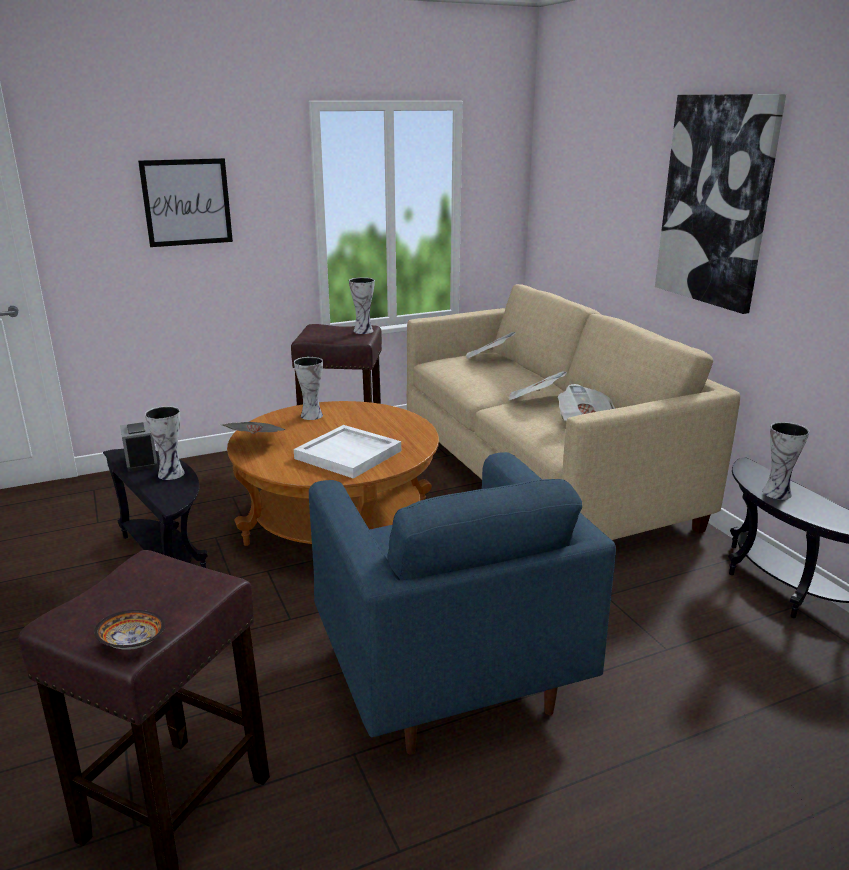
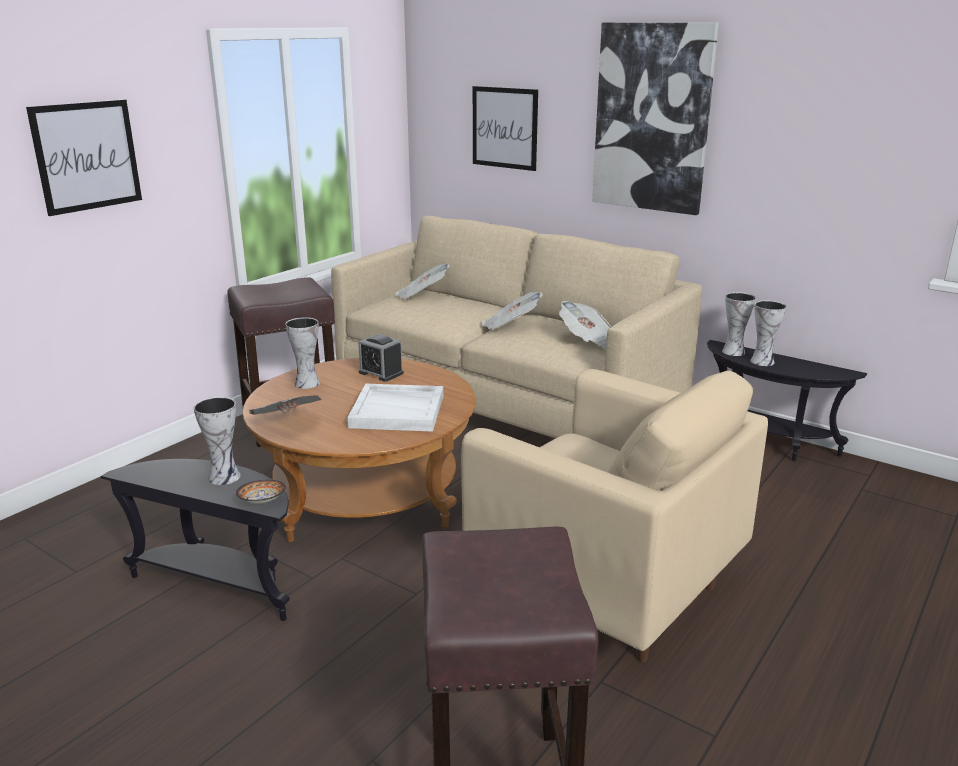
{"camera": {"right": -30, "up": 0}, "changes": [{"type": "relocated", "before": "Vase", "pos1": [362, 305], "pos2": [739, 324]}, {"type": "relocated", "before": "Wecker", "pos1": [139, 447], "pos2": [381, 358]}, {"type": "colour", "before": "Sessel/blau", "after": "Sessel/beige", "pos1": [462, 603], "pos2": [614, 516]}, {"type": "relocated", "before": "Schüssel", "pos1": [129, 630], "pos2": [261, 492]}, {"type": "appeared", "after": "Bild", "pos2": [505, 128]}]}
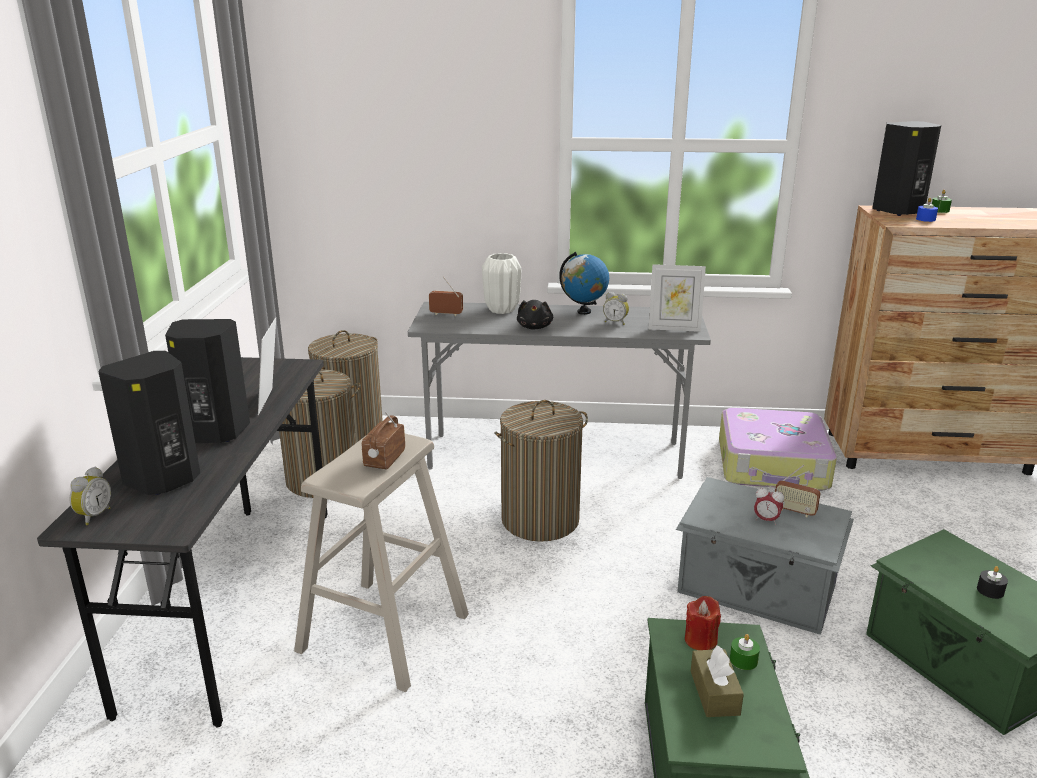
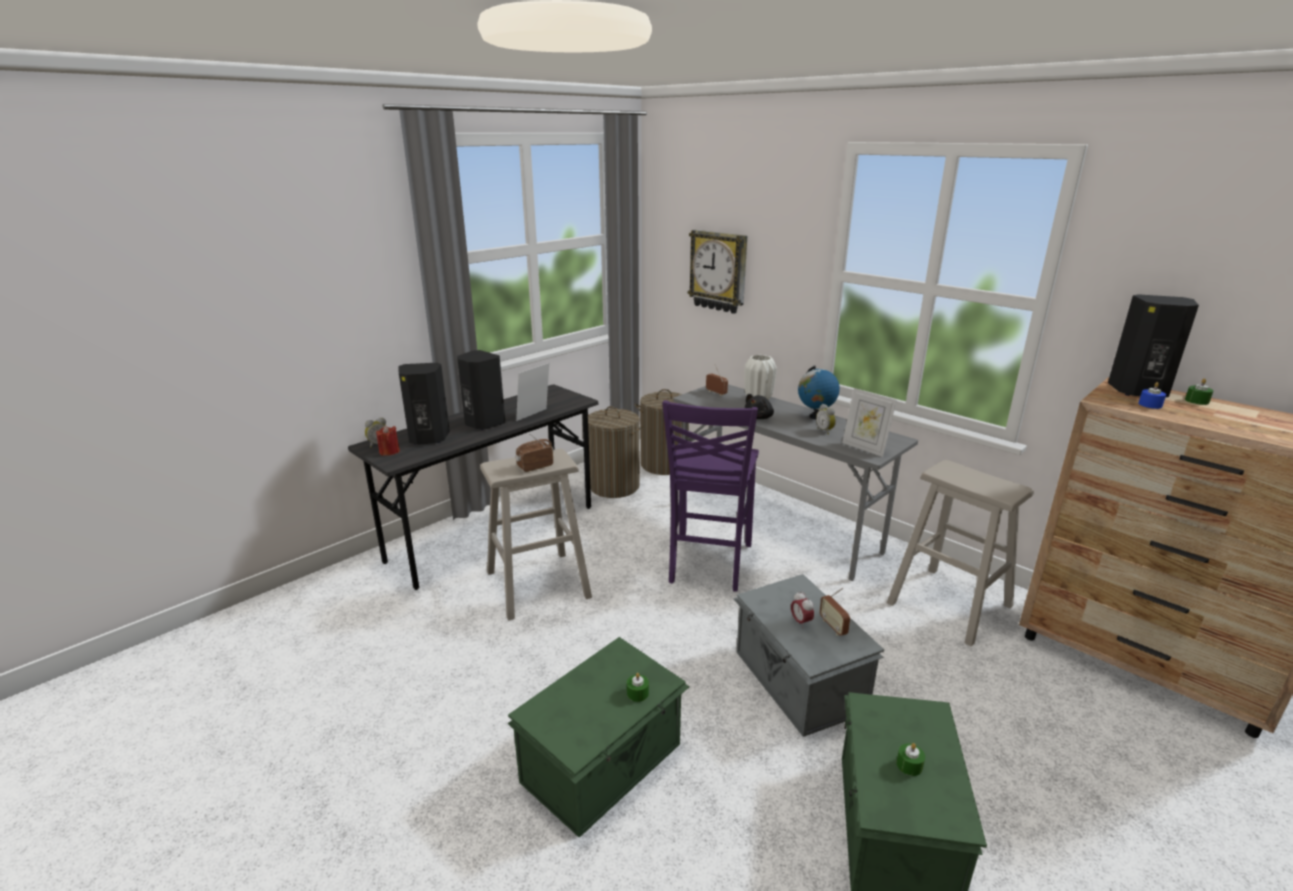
{"camera": {"right": 40, "up": 0}, "changes": [{"type": "exchanged", "before": "Wäschekorb", "after": "Stuhl/lila", "pos1": [541, 471], "pos2": [710, 496]}, {"type": "exchanged", "before": "Koffer", "after": "Hocker/beige", "pos1": [778, 449], "pos2": [960, 553]}, {"type": "colour", "before": "Kerze/schwarz", "after": "Kerze/grün", "pos1": [992, 582], "pos2": [910, 759]}, {"type": "relocated", "before": "Kerze/rot", "pos1": [703, 623], "pos2": [388, 440]}, {"type": "missing", "before": "Taschentuchbox/braun", "pos1": [717, 681]}, {"type": "appeared", "after": "Wanduhr", "pos2": [717, 272]}]}
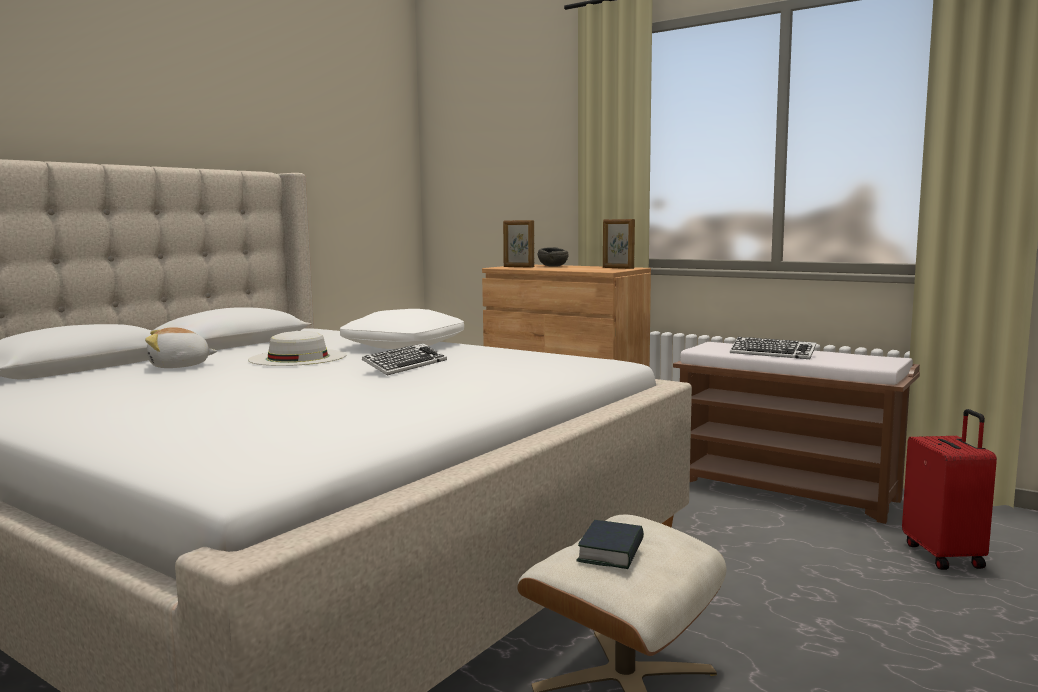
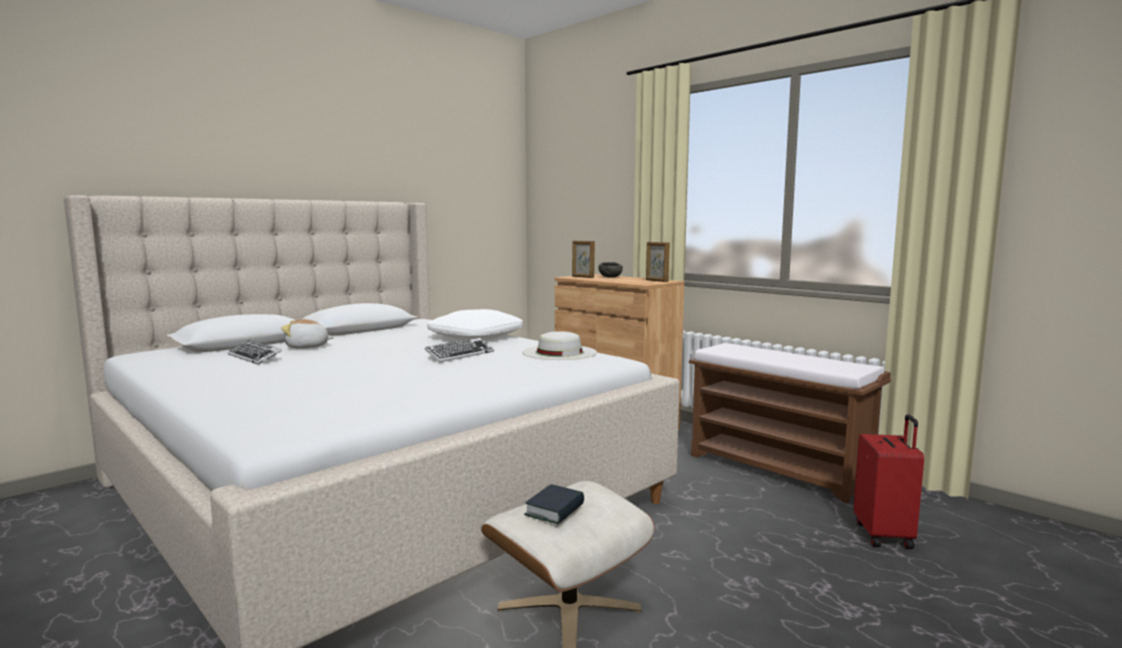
{"camera": {"right": 10, "up": 0}, "changes": [{"type": "relocated", "before": "Hut/weiß", "pos1": [297, 348], "pos2": [560, 345]}, {"type": "relocated", "before": "Tastatur", "pos1": [773, 348], "pos2": [255, 352]}]}
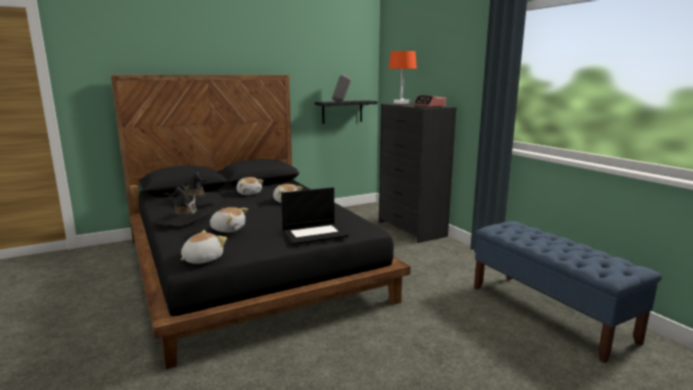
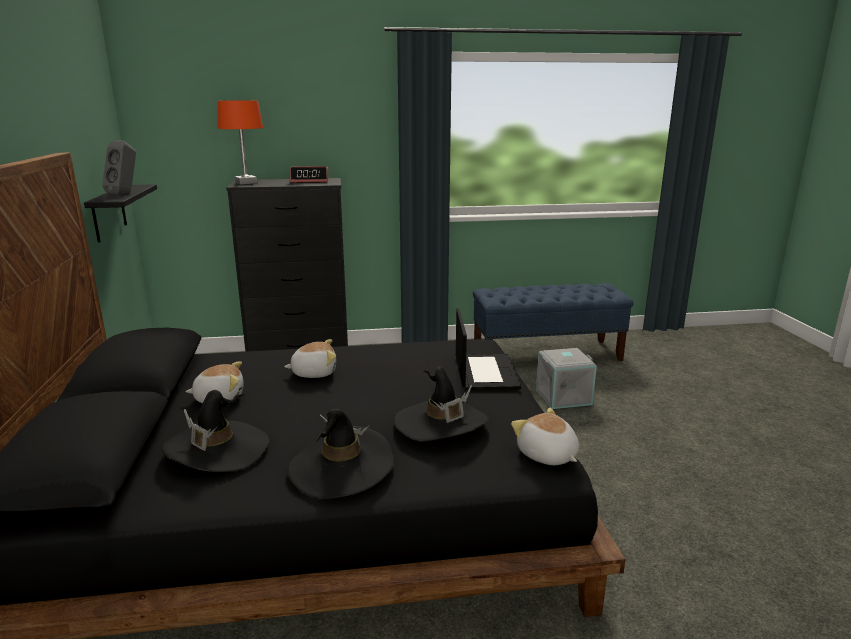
{"camera": {"right": -70, "up": 5}, "changes": [{"type": "exchanged", "before": "Plüschtier", "after": "Hut/schwarz", "pos1": [228, 220], "pos2": [441, 404]}, {"type": "appeared", "after": "Aufbewahrungsbox/grau", "pos2": [566, 378]}]}
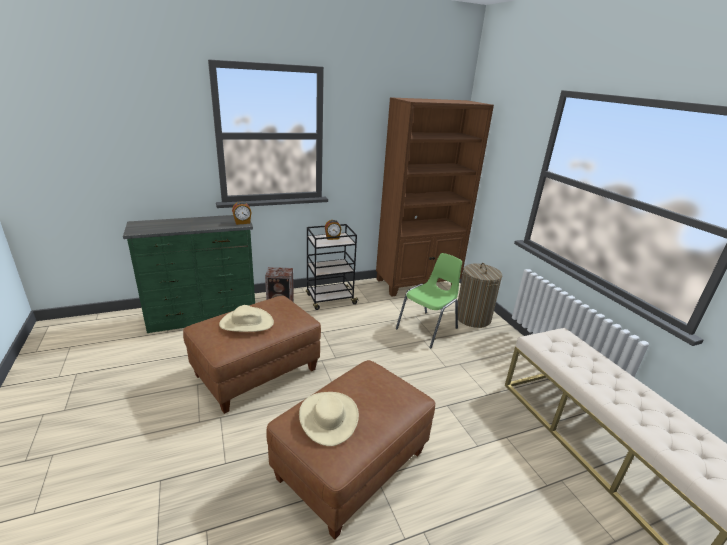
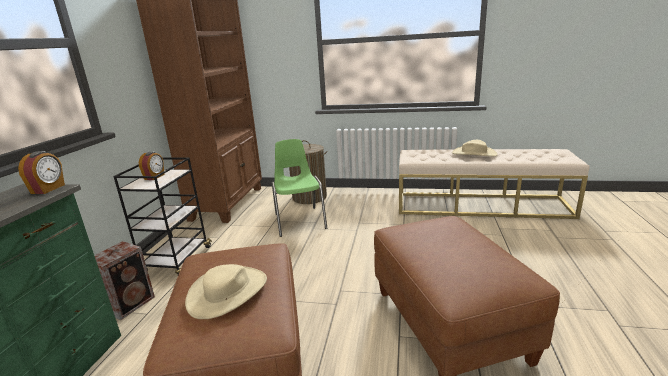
{"camera": {"right": -55, "up": -5}, "changes": [{"type": "relocated", "before": "Hut/beige", "pos1": [329, 419], "pos2": [475, 148]}]}
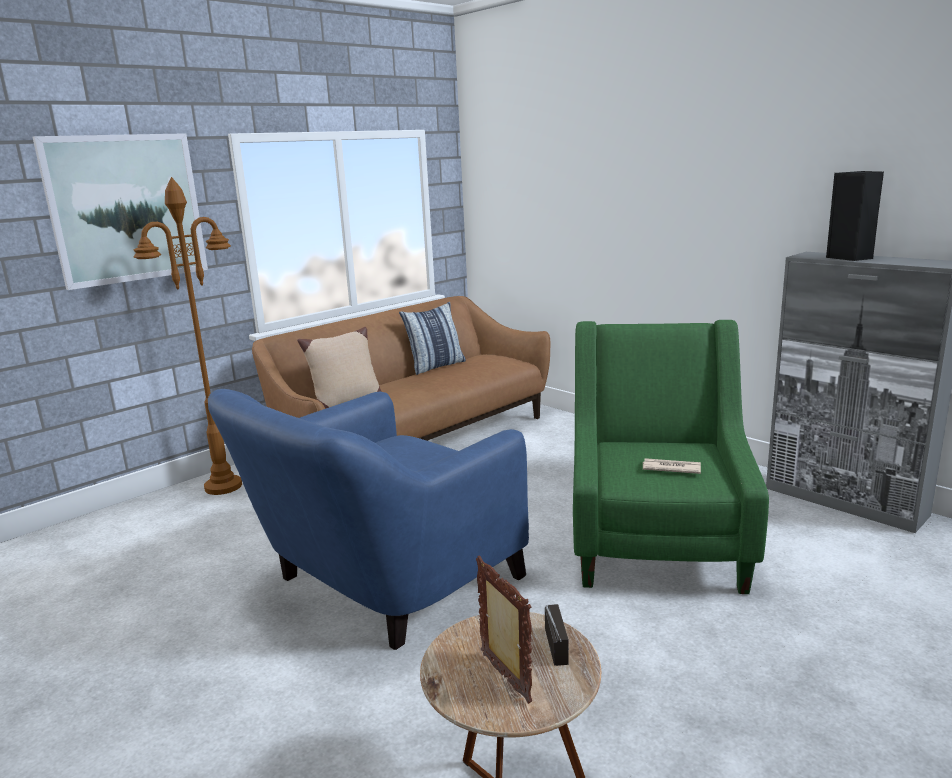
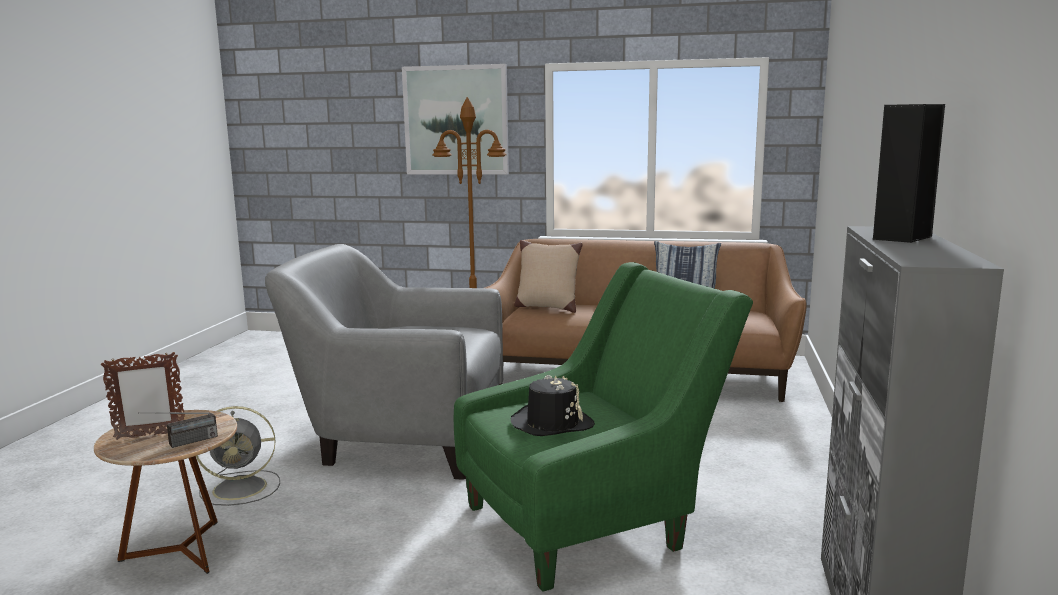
{"camera": {"right": 55, "up": -5}, "changes": [{"type": "colour", "before": "Sessel/blau", "after": "Sessel/grau", "pos1": [368, 519], "pos2": [384, 361]}, {"type": "exchanged", "before": "Zeitung", "after": "Hut/schwarz", "pos1": [672, 466], "pos2": [553, 405]}, {"type": "spun", "before": "Bilderrahmen", "pos1": [504, 629], "pos2": [143, 396], "turn": 45}, {"type": "appeared", "after": "Ventilator/grau", "pos2": [238, 456]}]}
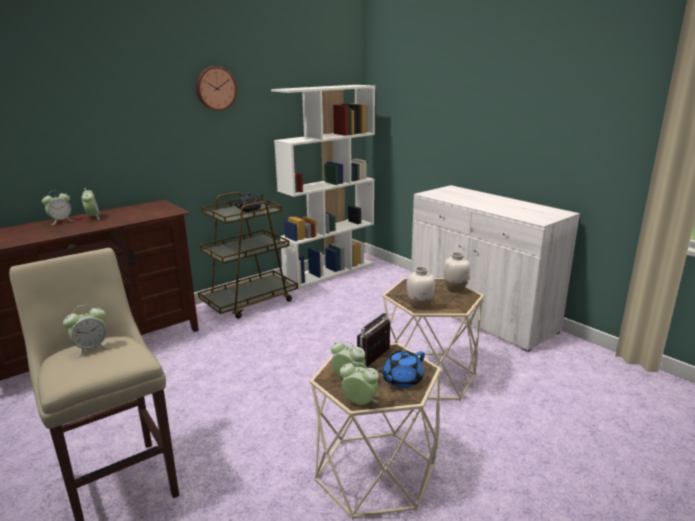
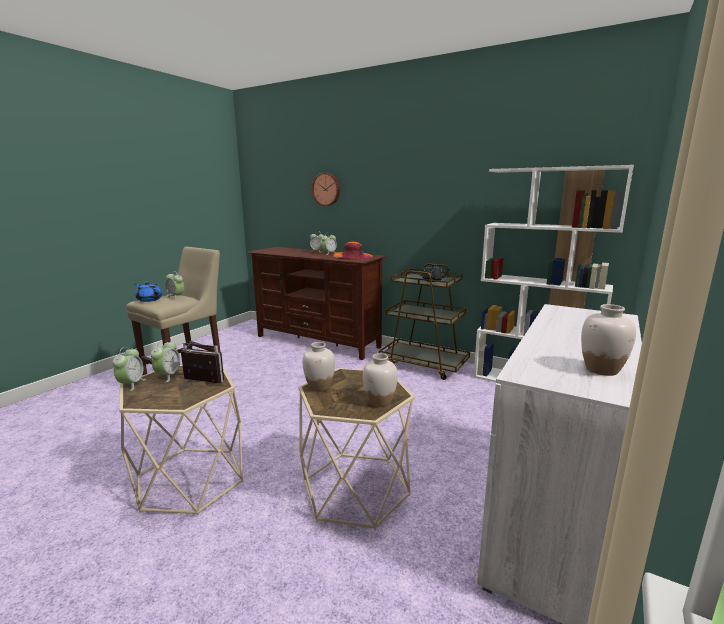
{"camera": {"right": 70, "up": -5}, "changes": [{"type": "relocated", "before": "Wanduhr", "pos1": [216, 88], "pos2": [326, 189]}, {"type": "relocated", "before": "Teekanne/blau", "pos1": [402, 369], "pos2": [148, 292]}, {"type": "appeared", "after": "Hut/orange", "pos2": [353, 251]}, {"type": "appeared", "after": "Vase/weiß", "pos2": [608, 340]}]}
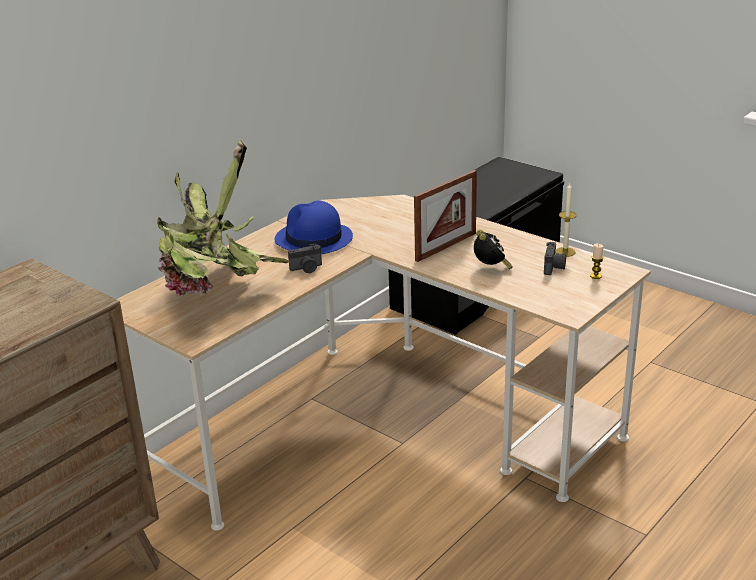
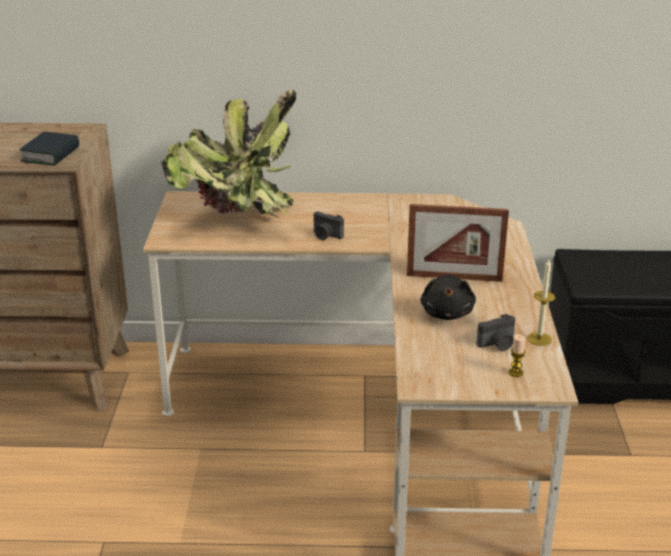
{"camera": {"right": 50, "up": 0}, "changes": [{"type": "missing", "before": "Hut/blau", "pos1": [314, 227]}, {"type": "exchanged", "before": "Wecker", "after": "Plüschtier/schwarz", "pos1": [493, 250], "pos2": [448, 297]}, {"type": "appeared", "after": "Buch", "pos2": [49, 148]}]}
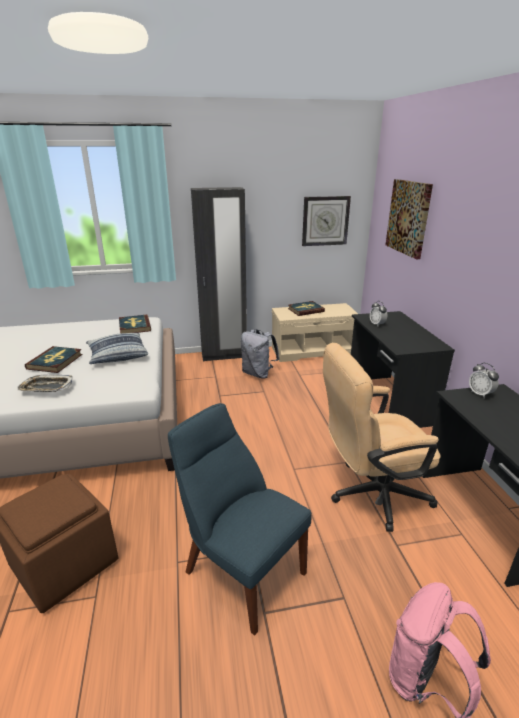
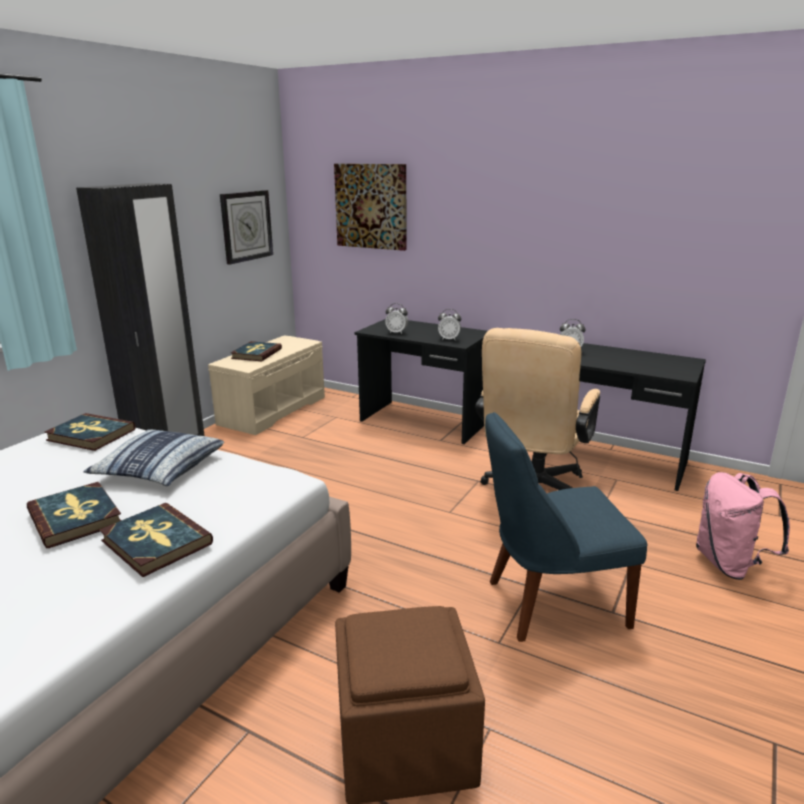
{"camera": {"right": -50, "up": -5}, "changes": [{"type": "missing", "before": "Rucksack/grau", "pos1": [260, 354]}, {"type": "exchanged", "before": "Tablett", "after": "Buch", "pos1": [45, 383], "pos2": [156, 540]}, {"type": "appeared", "after": "Wecker", "pos2": [449, 325]}]}
